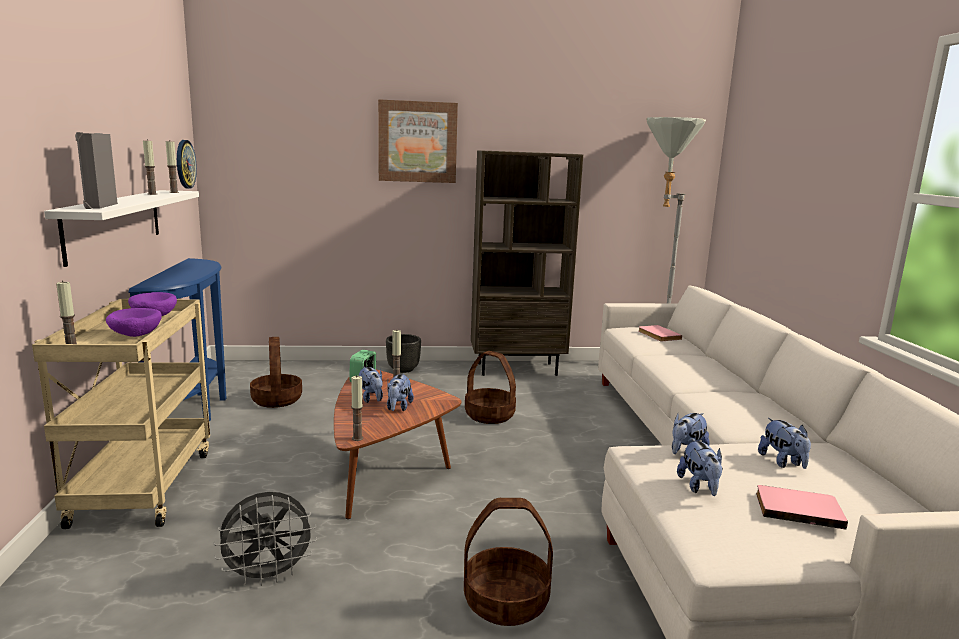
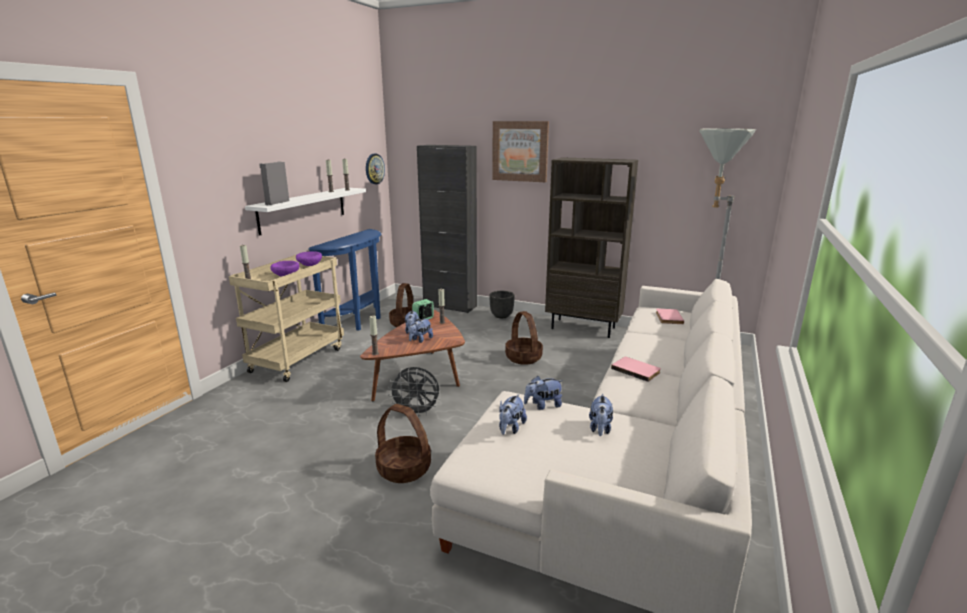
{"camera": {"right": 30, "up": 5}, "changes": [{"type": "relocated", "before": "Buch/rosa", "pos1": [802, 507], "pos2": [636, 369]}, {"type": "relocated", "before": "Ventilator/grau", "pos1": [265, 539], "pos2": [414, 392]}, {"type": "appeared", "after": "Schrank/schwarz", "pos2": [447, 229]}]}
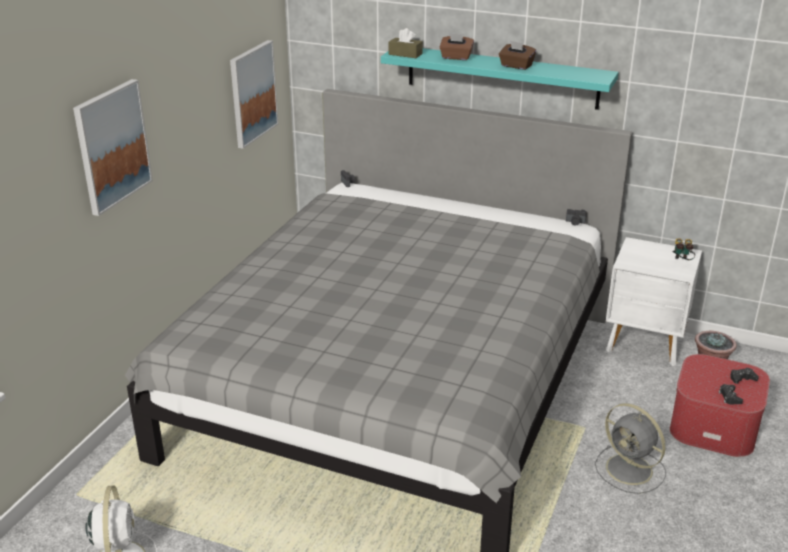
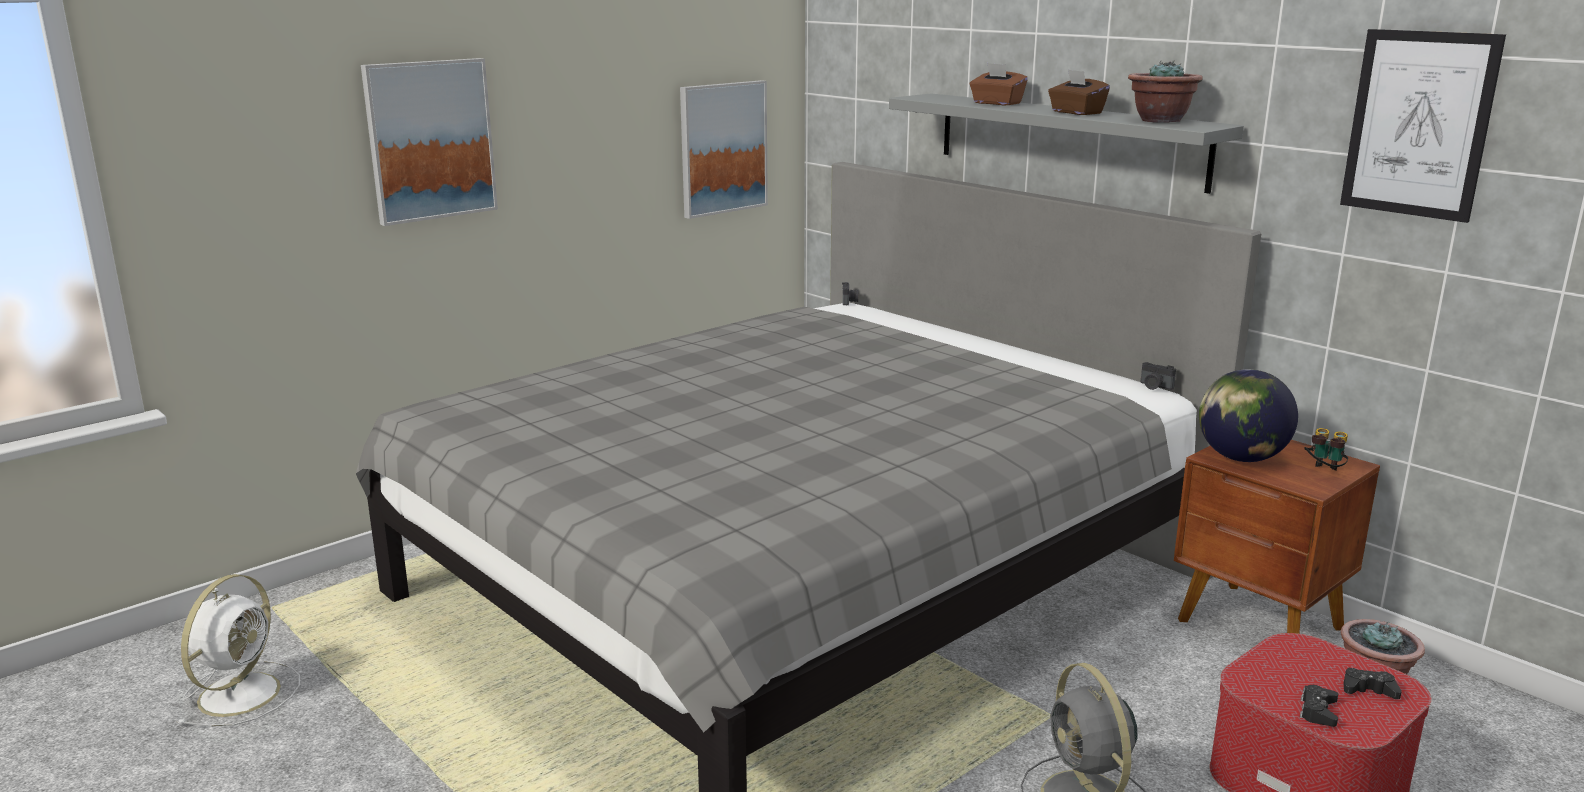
{"camera": {"right": 25, "up": -10}, "changes": [{"type": "missing", "before": "Taschentuchbox/braun", "pos1": [406, 43]}, {"type": "colour", "before": "Wandregal/türkis", "after": "Wandregal/grau", "pos1": [500, 79], "pos2": [1066, 143]}, {"type": "colour", "before": "Nachttisch/weiß", "after": "Nachttisch/braun", "pos1": [654, 301], "pos2": [1277, 537]}, {"type": "appeared", "after": "Bild", "pos2": [1423, 126]}, {"type": "appeared", "after": "Topfpflanze", "pos2": [1165, 91]}, {"type": "appeared", "after": "Globus", "pos2": [1248, 415]}]}
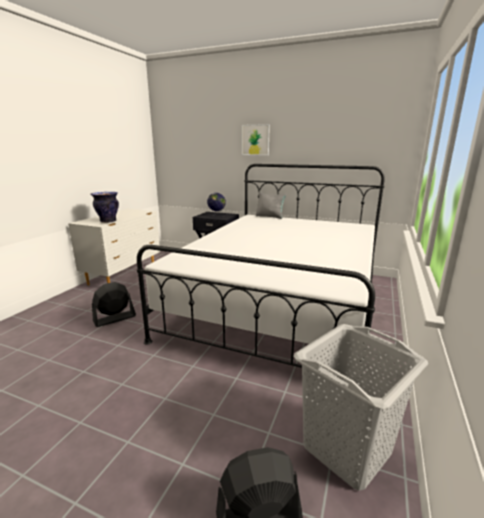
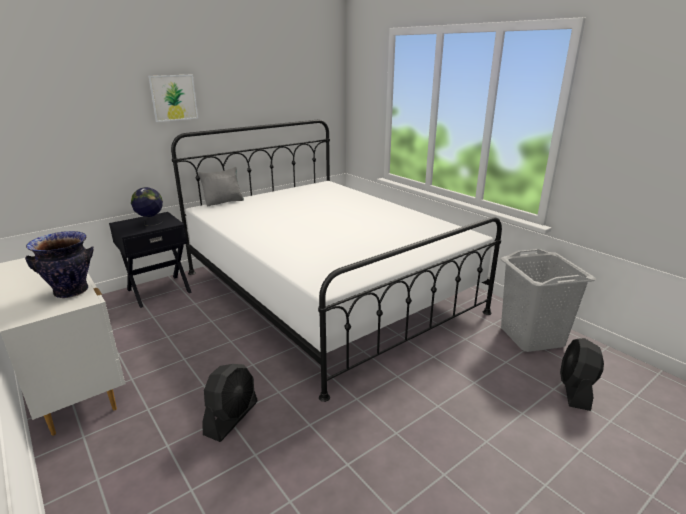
{"camera": {"right": -60, "up": 5}, "changes": [{"type": "spun", "before": "Ventilator/schwarz", "pos1": [114, 304], "pos2": [230, 403], "turn": -150}]}
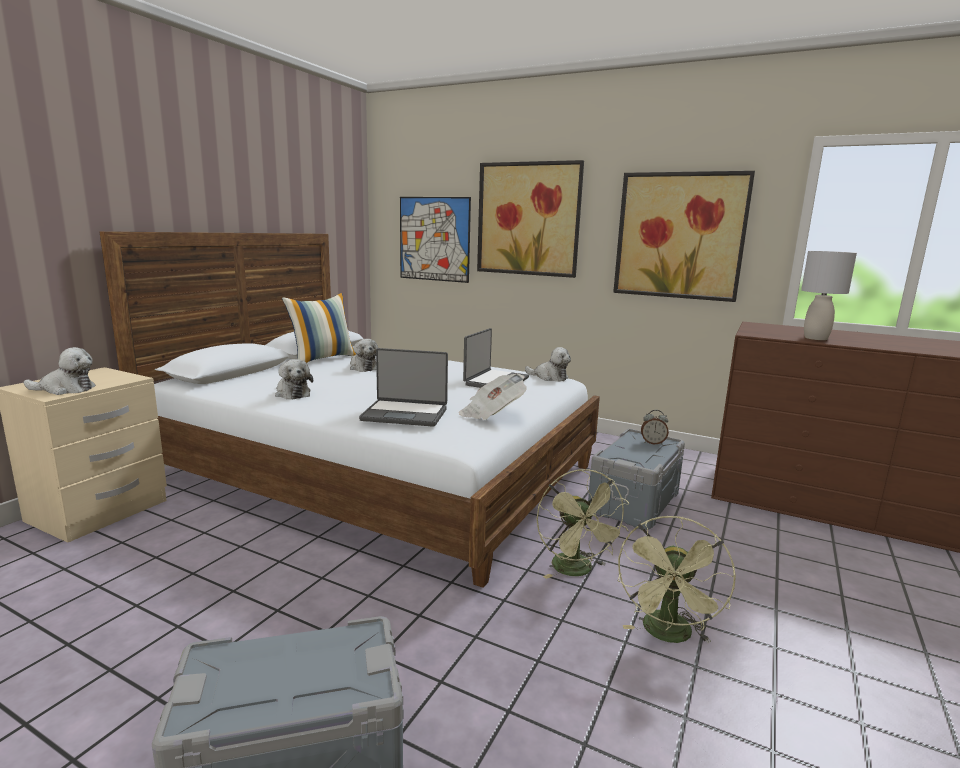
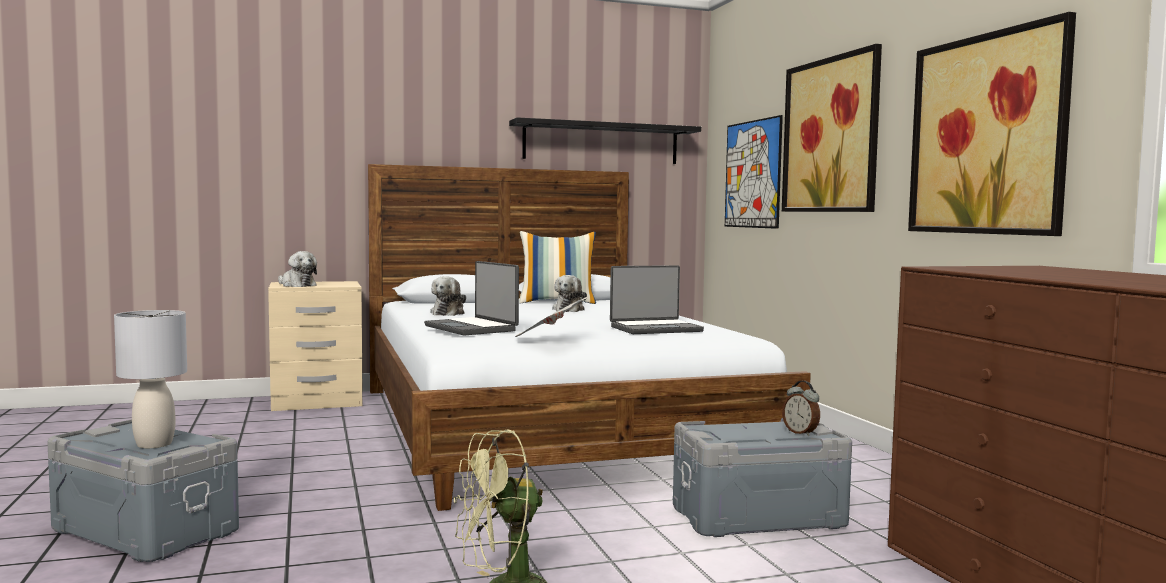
{"camera": {"right": 45, "up": -10}, "changes": [{"type": "relocated", "before": "Tischlampe/grau", "pos1": [829, 295], "pos2": [150, 379]}, {"type": "missing", "before": "Plüschtier", "pos1": [548, 364]}, {"type": "missing", "before": "Ventilator/grün", "pos1": [583, 524]}, {"type": "appeared", "after": "Wandregal/schwarz", "pos2": [605, 140]}]}
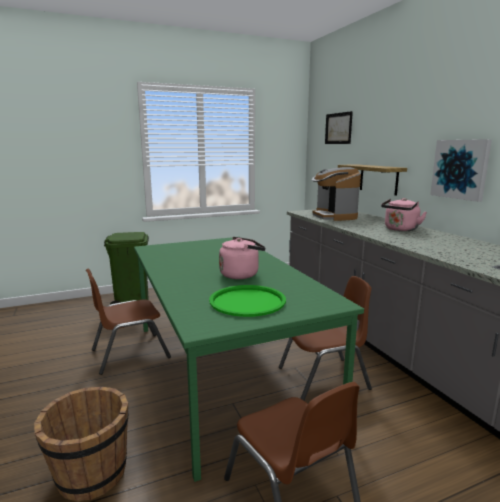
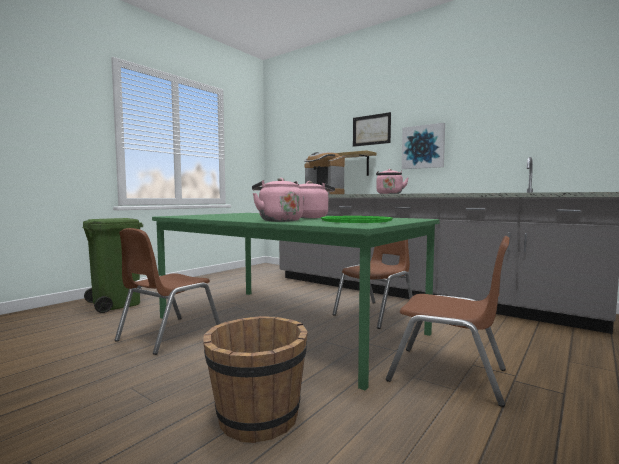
{"camera": {"right": -30, "up": -10}, "changes": [{"type": "relocated", "before": "Bild", "pos1": [339, 127], "pos2": [372, 129]}, {"type": "appeared", "after": "Wasserkessel/rosa", "pos2": [277, 200]}]}
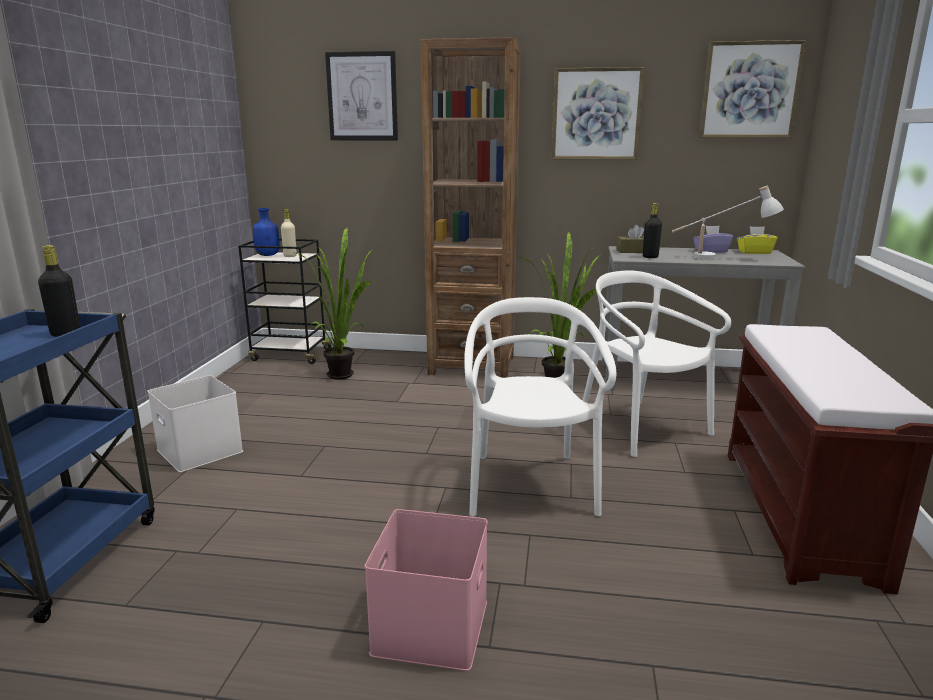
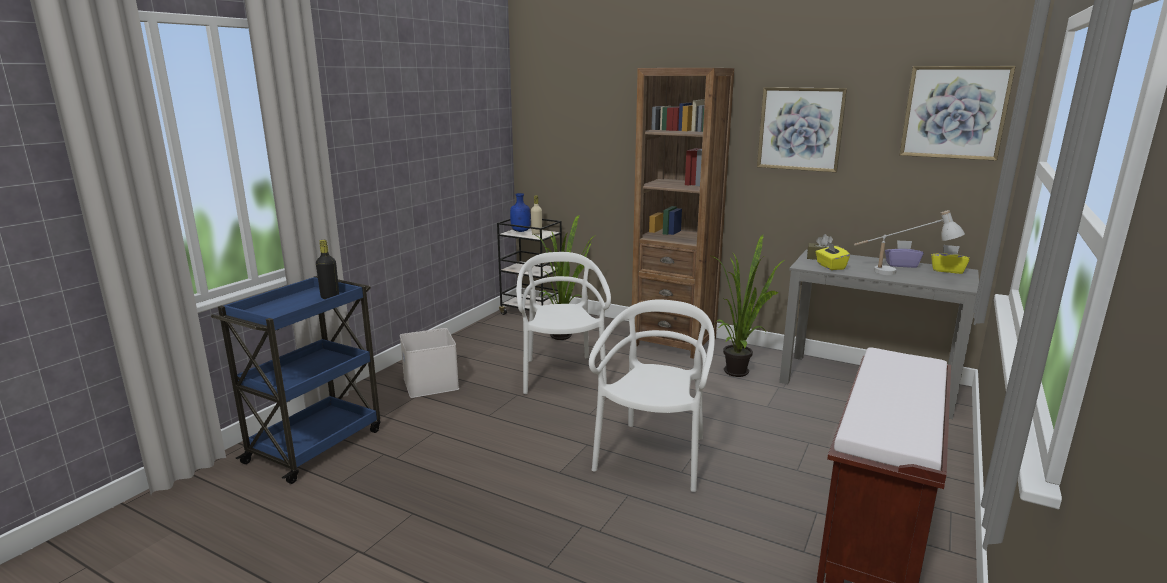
{"camera": {"right": 20, "up": 0}, "changes": [{"type": "missing", "before": "Bild", "pos1": [361, 96]}, {"type": "exchanged", "before": "Flasche/schwarz", "after": "Taschentuchbox/gelb", "pos1": [652, 230], "pos2": [833, 255]}, {"type": "relocated", "before": "Stuhl/weiß", "pos1": [656, 363], "pos2": [563, 323]}, {"type": "missing", "before": "Aufbewahrungsbox/rosa", "pos1": [426, 590]}]}
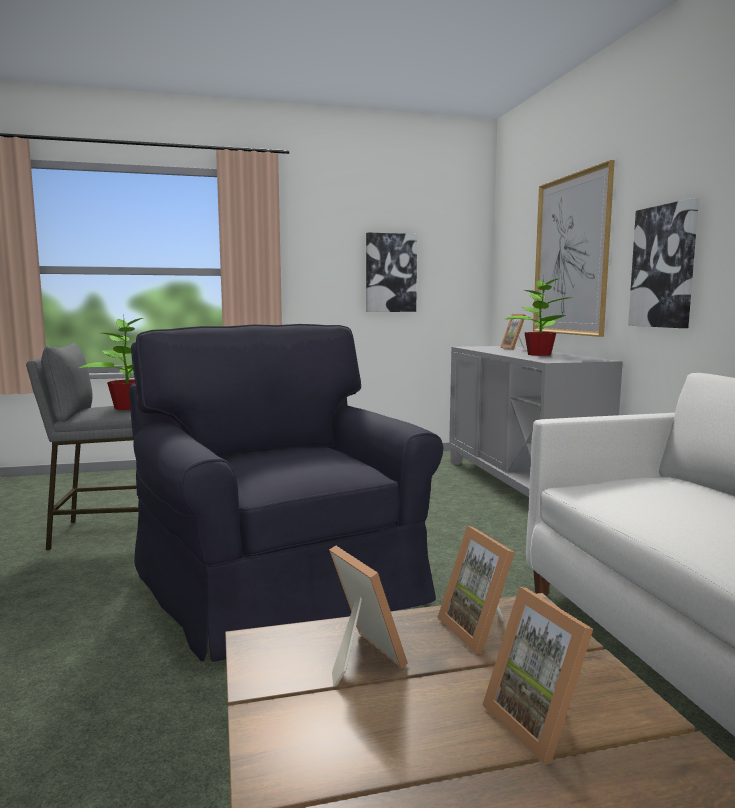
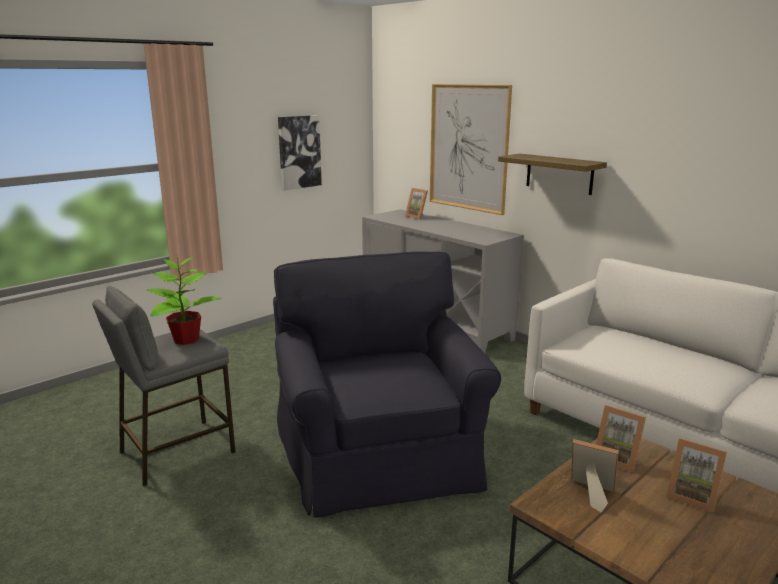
{"camera": {"right": -30, "up": 10}, "changes": [{"type": "exchanged", "before": "Bild", "after": "Wandregal", "pos1": [663, 263], "pos2": [552, 174]}, {"type": "missing", "before": "Topfpflanze", "pos1": [538, 316]}, {"type": "spun", "before": "Sessel/schwarz", "pos1": [286, 493], "pos2": [387, 385], "turn": 45}]}
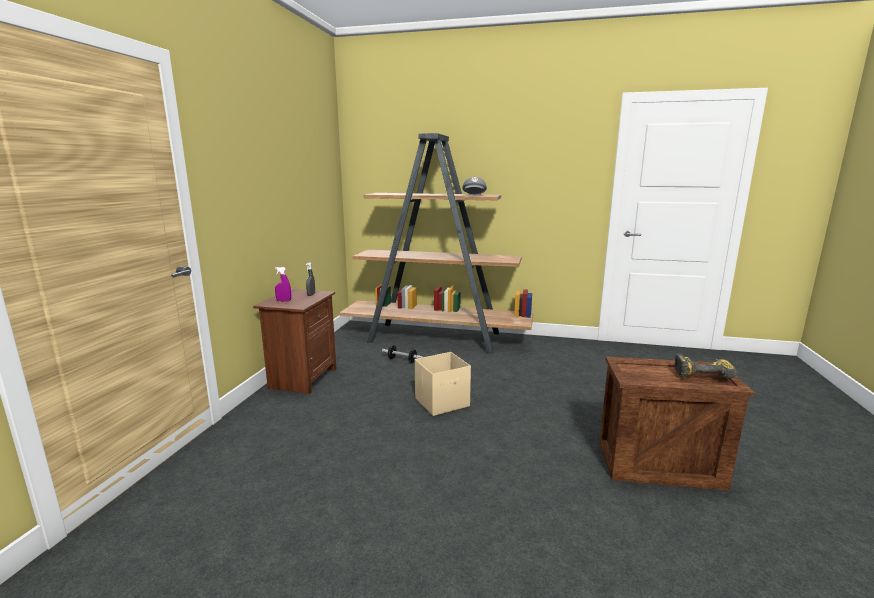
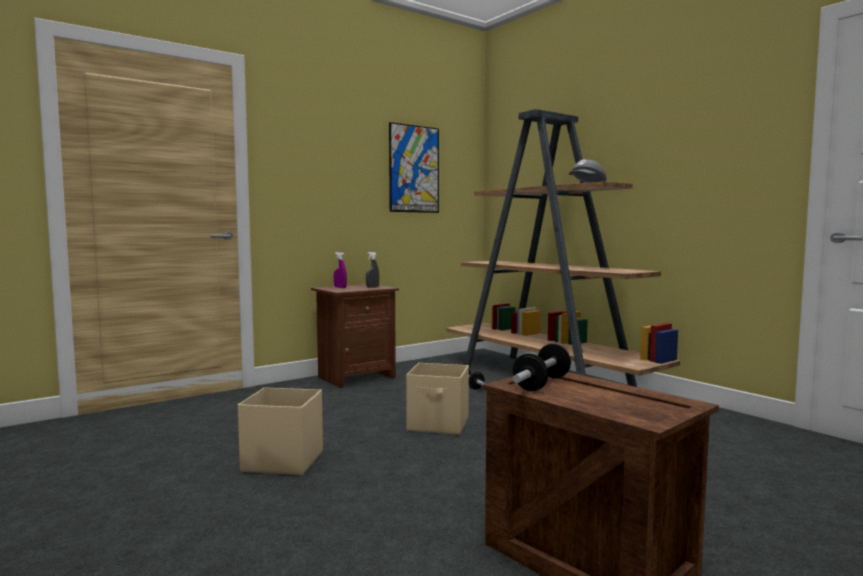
{"camera": {"right": 40, "up": -10}, "changes": [{"type": "missing", "before": "Bohrmaschine", "pos1": [705, 365]}, {"type": "appeared", "after": "Bild", "pos2": [414, 167]}, {"type": "appeared", "after": "Hantel", "pos2": [542, 367]}, {"type": "appeared", "after": "Aufbewahrungsbox/beige", "pos2": [280, 431]}]}
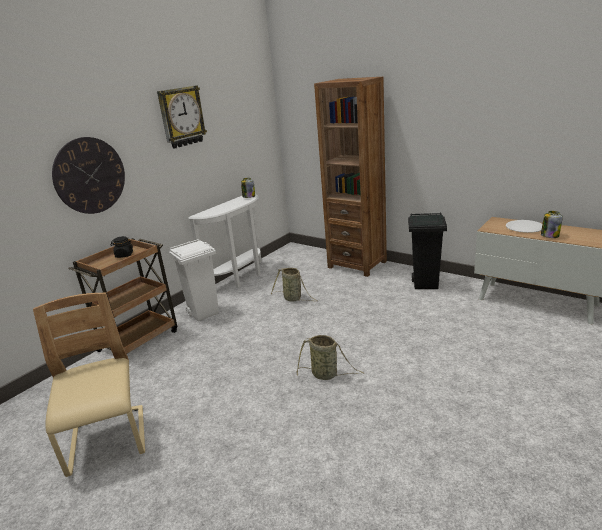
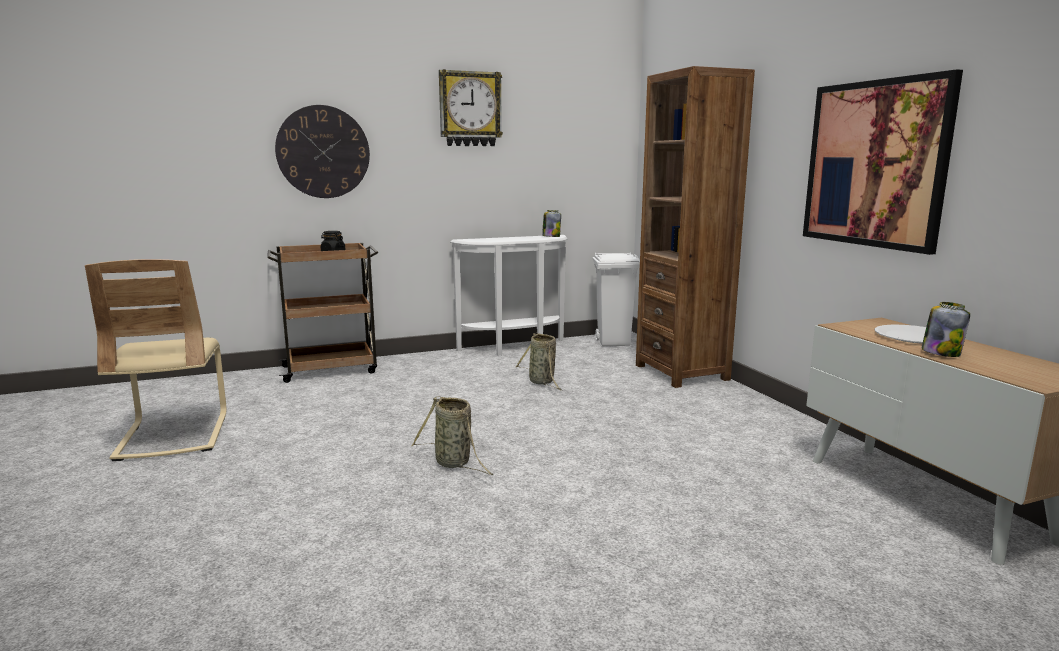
{"camera": {"right": 30, "up": -10}, "changes": [{"type": "missing", "before": "Mülleimer/schwarz", "pos1": [427, 251]}, {"type": "relocated", "before": "Mülleimer/weiß", "pos1": [194, 280], "pos2": [616, 299]}, {"type": "spun", "before": "Stuhl/beige", "pos1": [89, 385], "pos2": [155, 360], "turn": 150}, {"type": "appeared", "after": "Bild", "pos2": [883, 162]}]}
